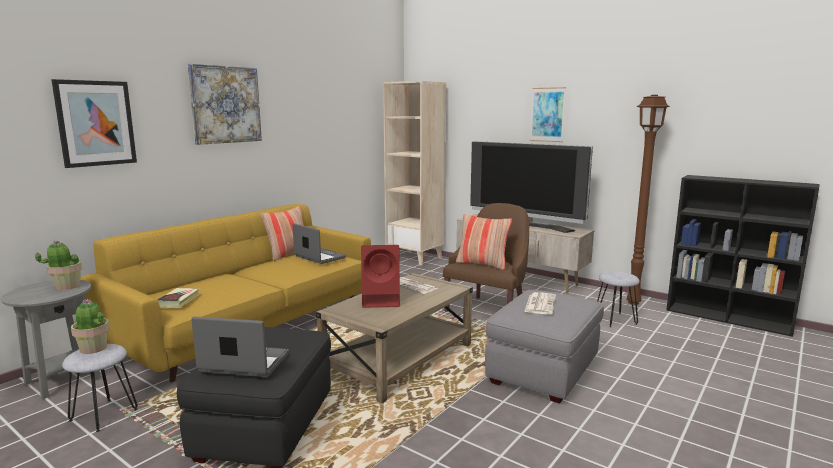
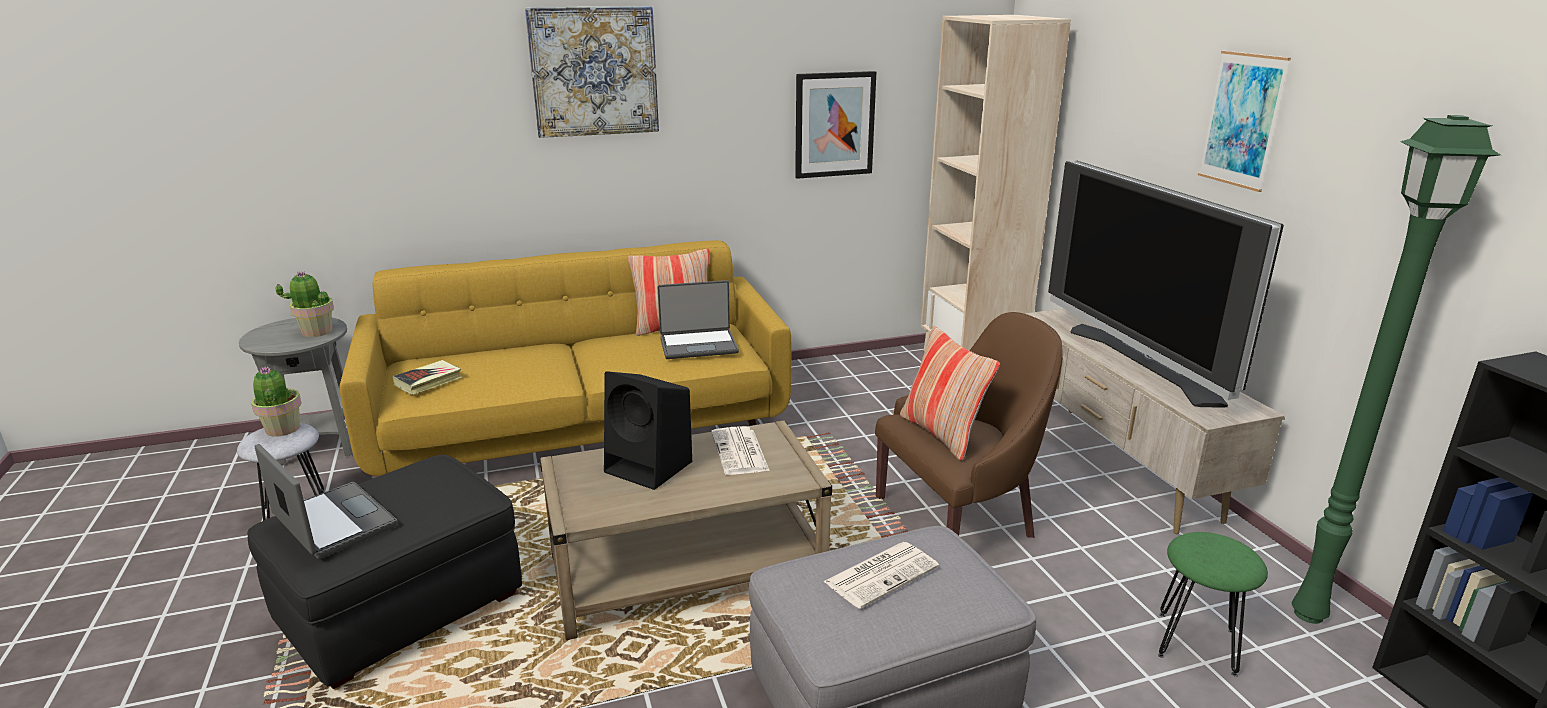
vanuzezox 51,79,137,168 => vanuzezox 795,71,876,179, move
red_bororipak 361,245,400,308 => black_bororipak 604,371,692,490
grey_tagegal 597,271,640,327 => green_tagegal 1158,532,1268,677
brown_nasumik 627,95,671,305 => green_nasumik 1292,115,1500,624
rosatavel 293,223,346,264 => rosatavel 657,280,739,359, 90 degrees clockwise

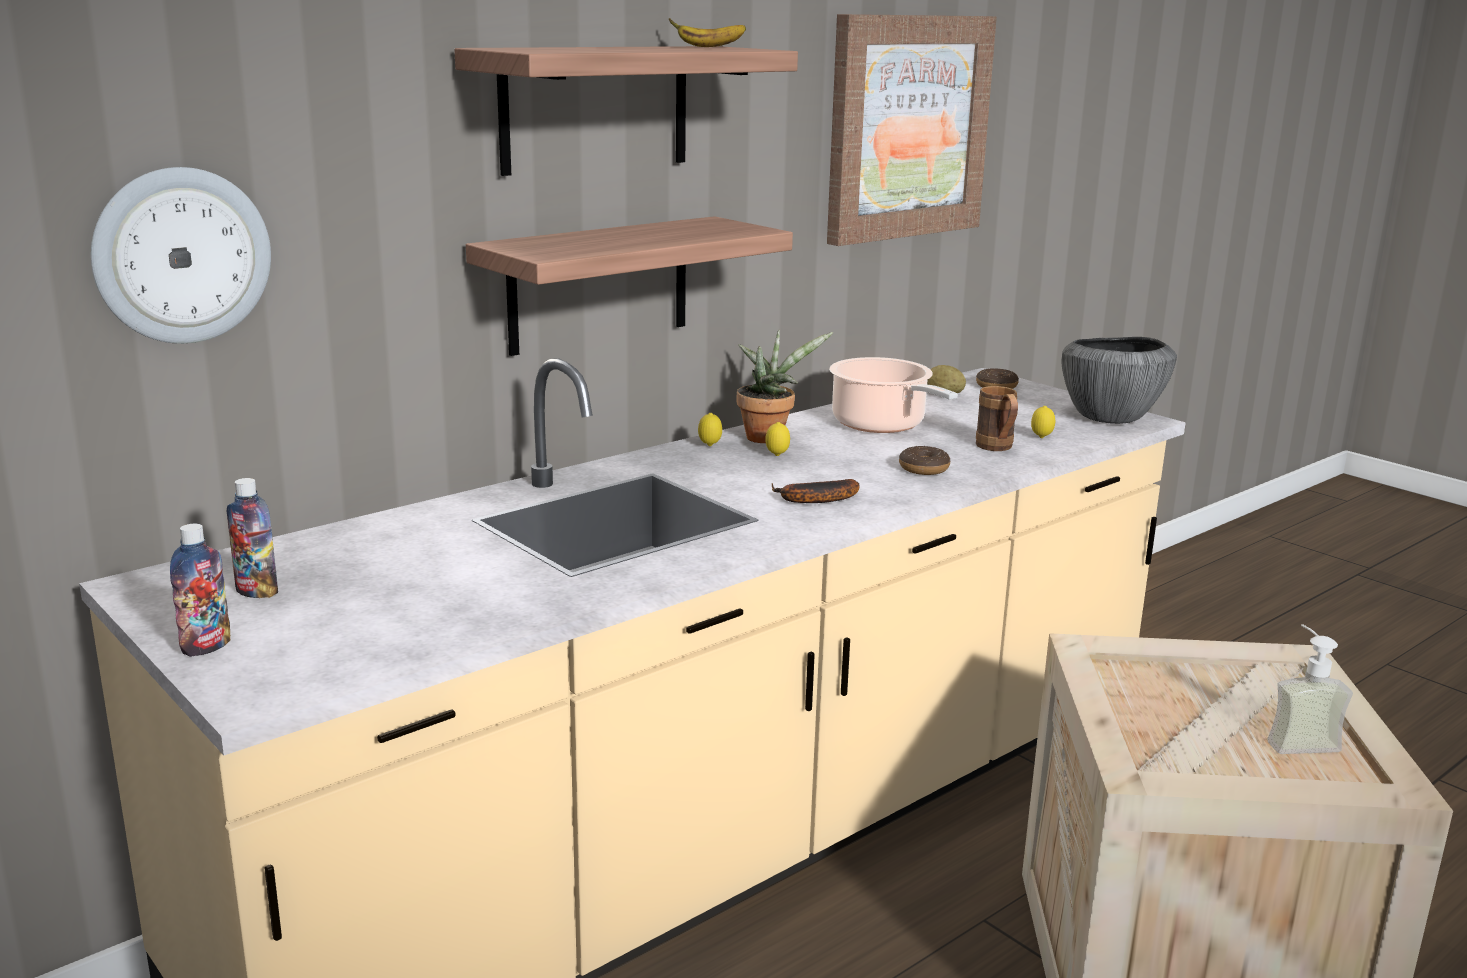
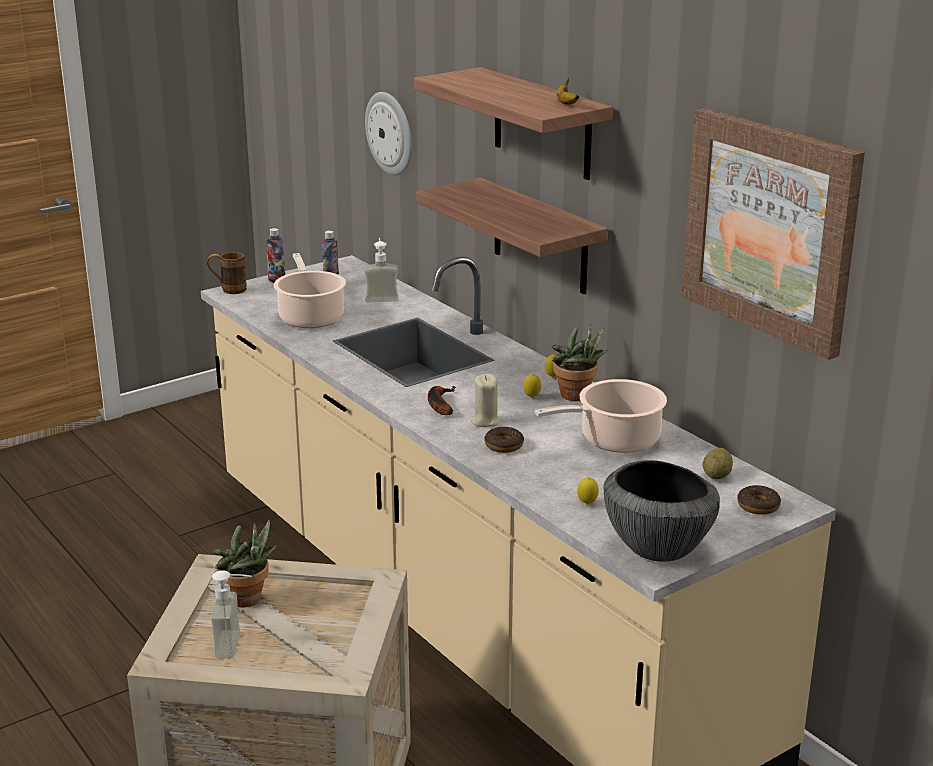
nothing => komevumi 213,519,278,607
nothing => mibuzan 274,253,346,328
nothing => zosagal 364,238,399,303
nothing => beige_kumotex 471,374,500,427
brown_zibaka 976,386,1018,451 => brown_zibaka 207,252,247,294, move

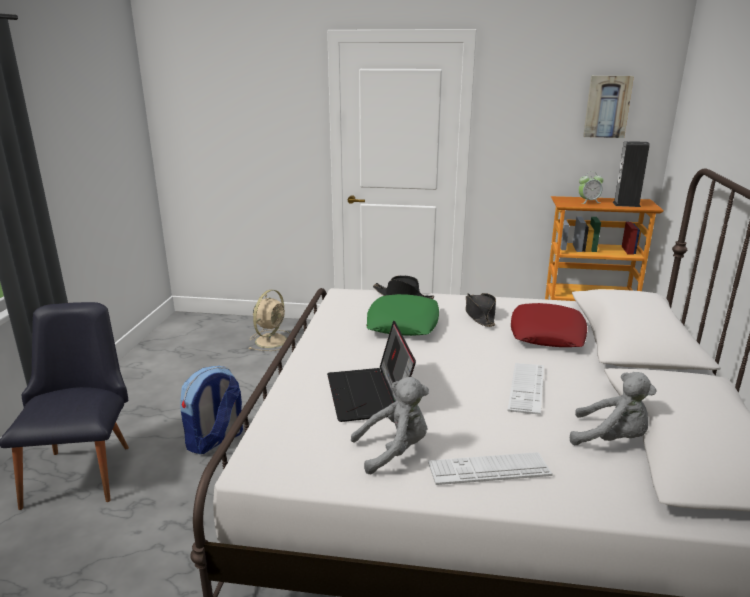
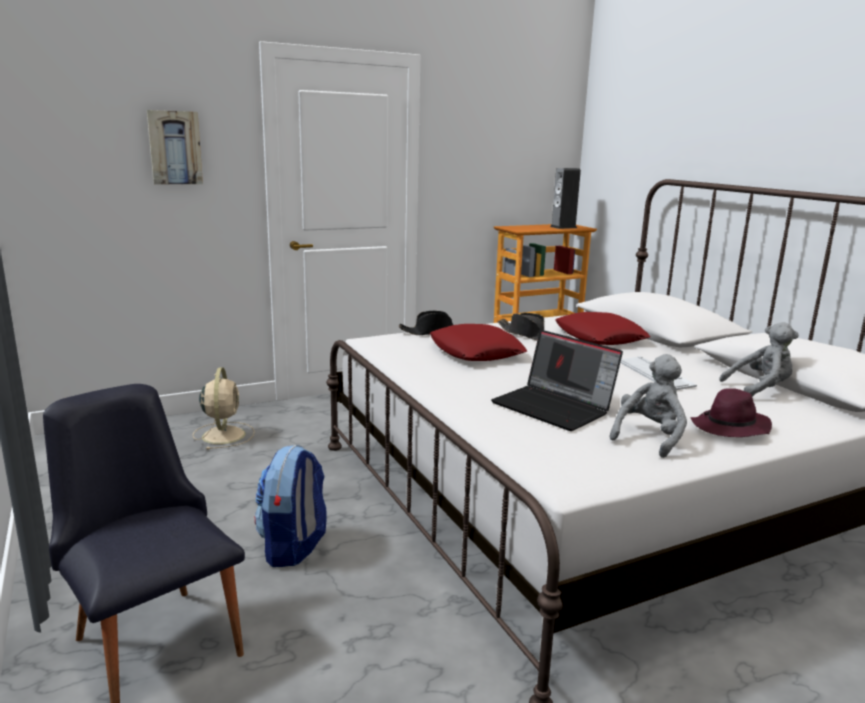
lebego 579,172,604,204 => nothing
vanuzezox 583,76,634,138 => vanuzezox 147,110,203,184, move
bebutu 428,452,553,485 => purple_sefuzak 691,388,772,437
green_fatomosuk 366,294,439,336 => red_fatomosuk 430,324,527,361

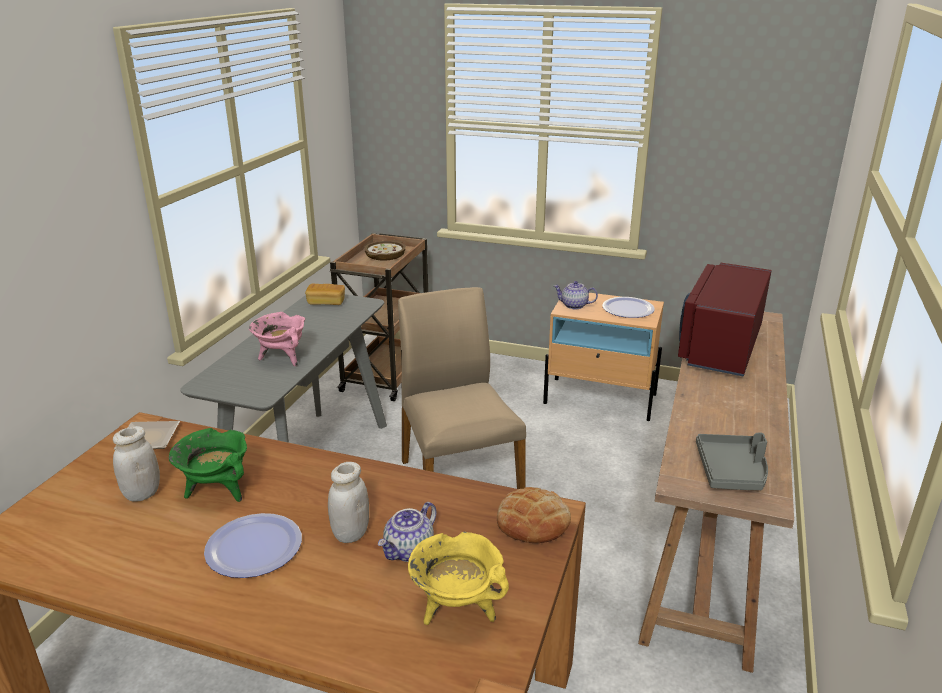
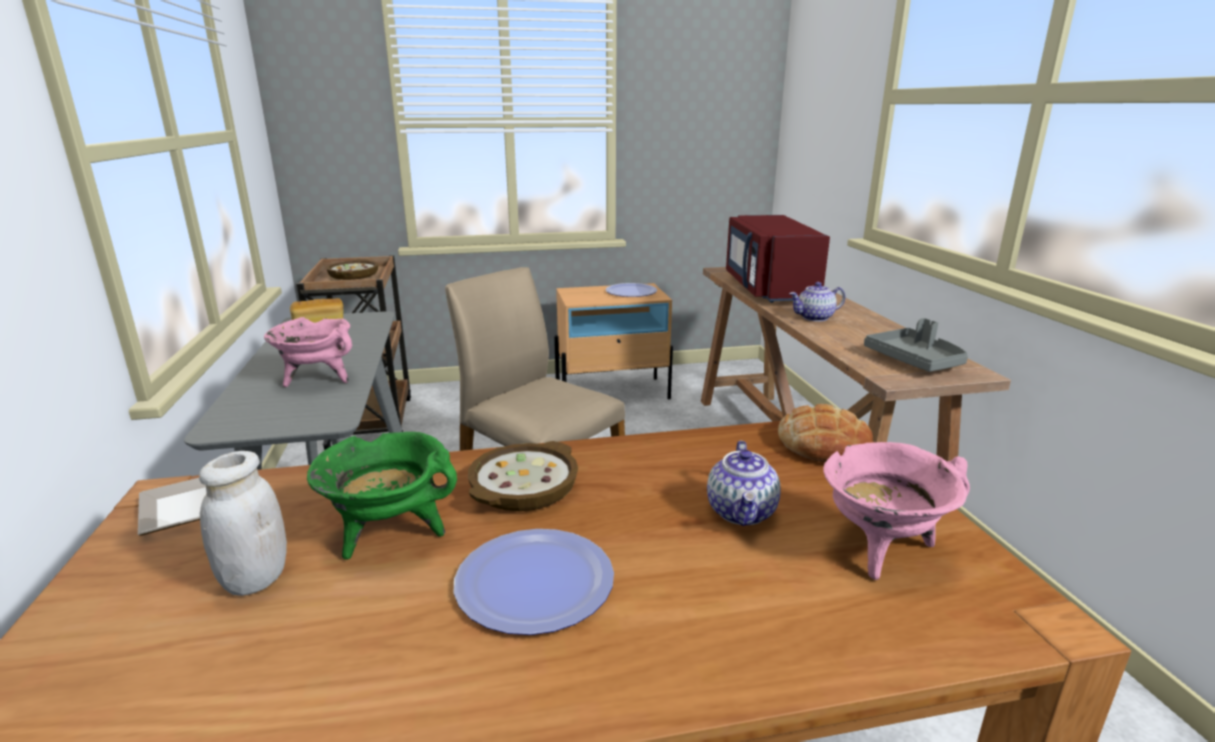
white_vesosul 328,462,369,543 => nothing
nothing => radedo 468,441,578,511
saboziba 554,281,598,309 => saboziba 789,282,846,322, move
yellow_mibuzan 408,531,509,625 => pink_mibuzan 824,442,970,580

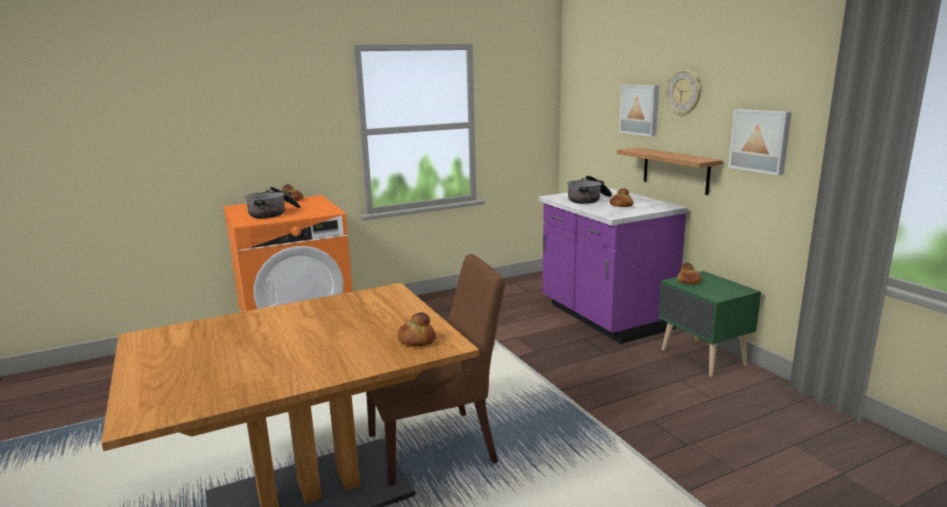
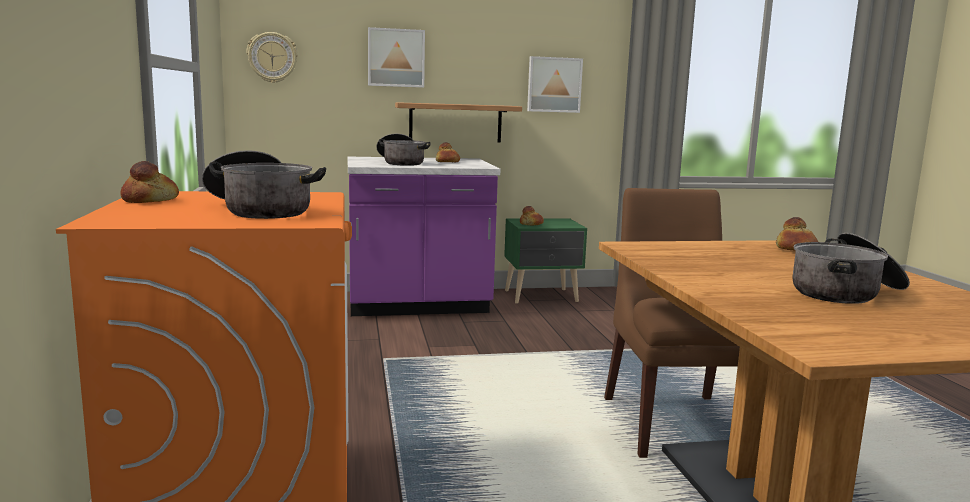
nothing => mibuzan 793,233,910,304
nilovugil 666,69,702,116 => nilovugil 247,32,298,83, move

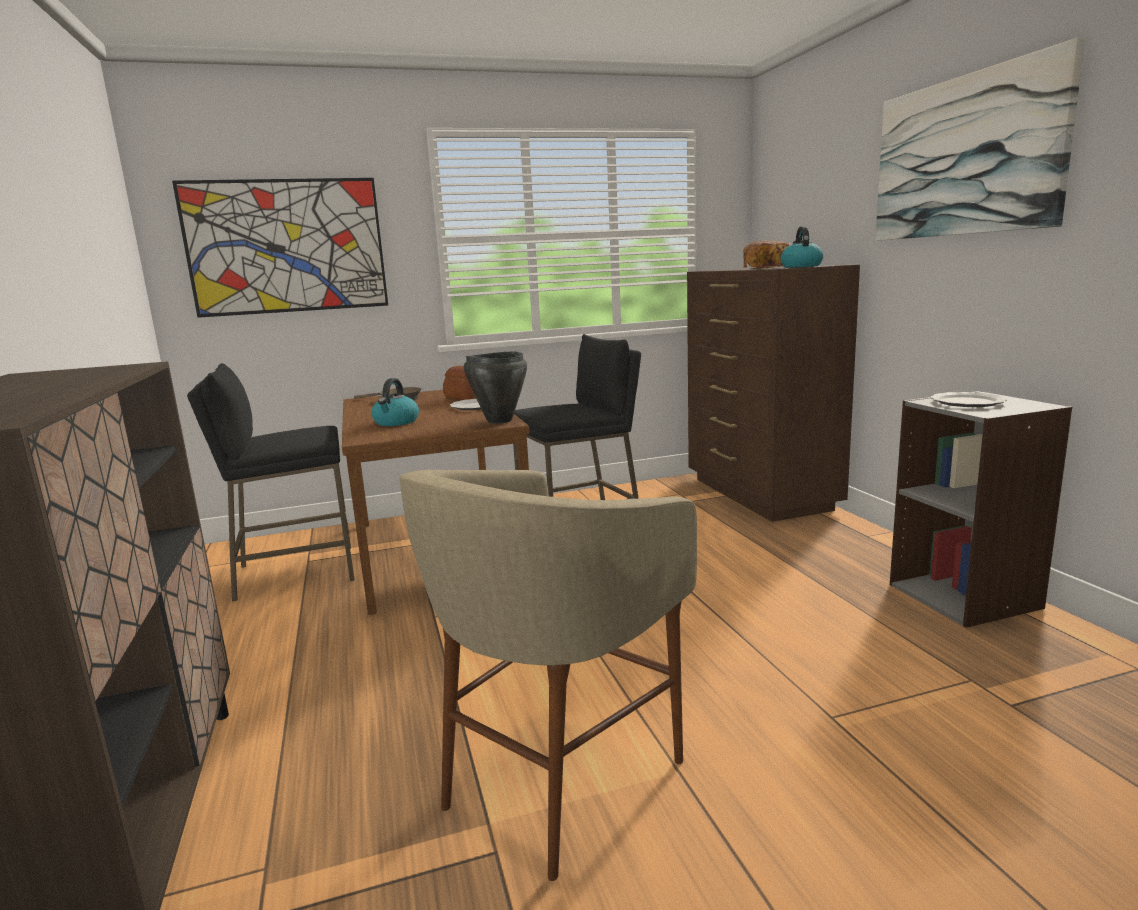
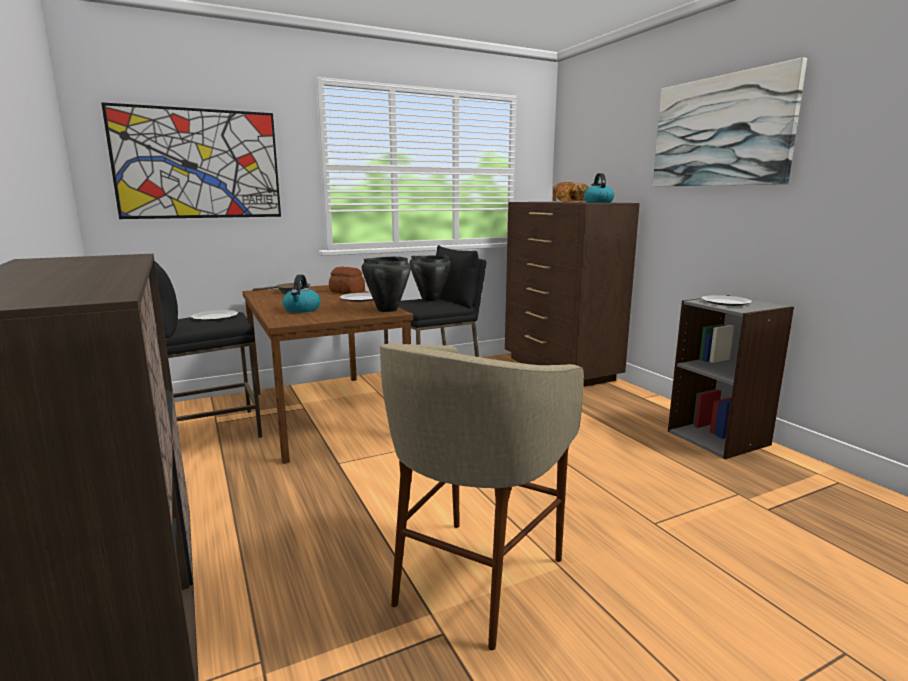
nothing => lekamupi 190,310,238,321
nothing => black_mibuzan 409,255,451,302

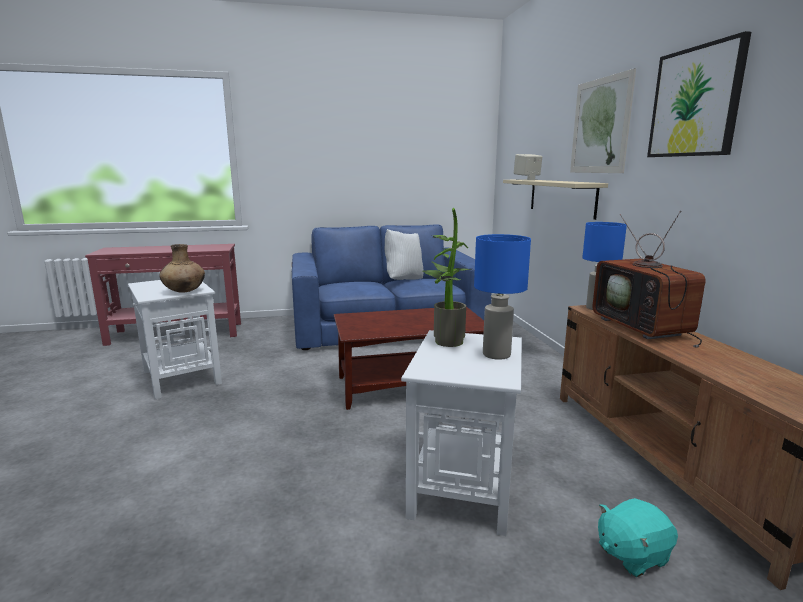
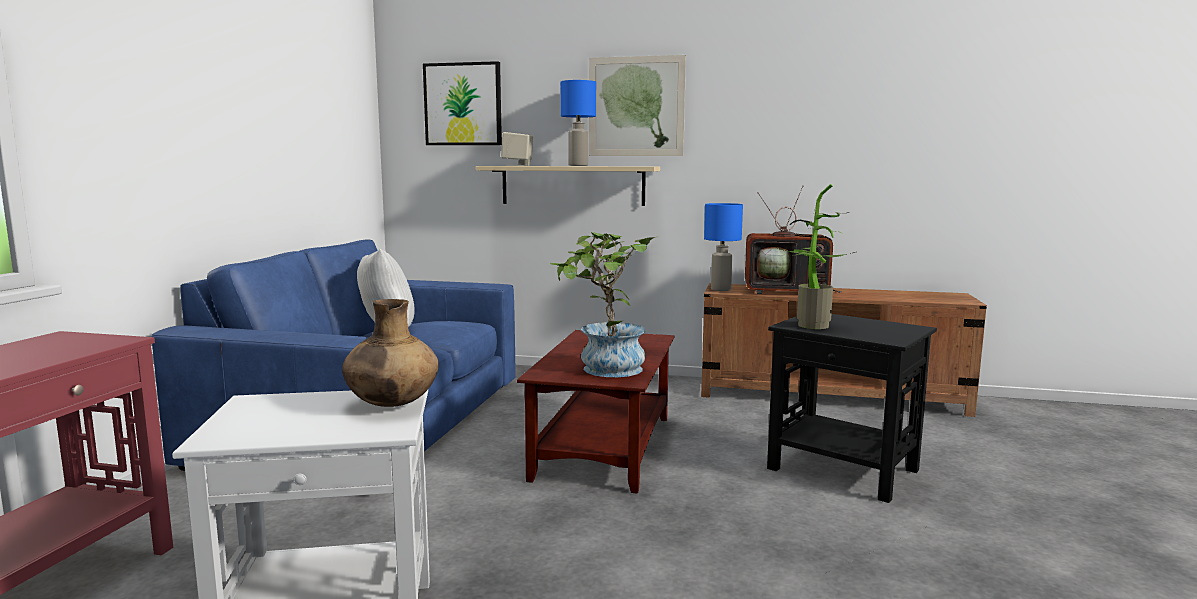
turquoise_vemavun 598,498,678,577 => nothing
nothing => komevumi 550,232,655,377
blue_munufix 474,234,531,360 => blue_munufix 561,80,596,166, move
vanuzezox 647,31,751,157 => vanuzezox 423,61,502,145, move
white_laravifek 401,330,522,536 => black_laravifek 767,314,937,503

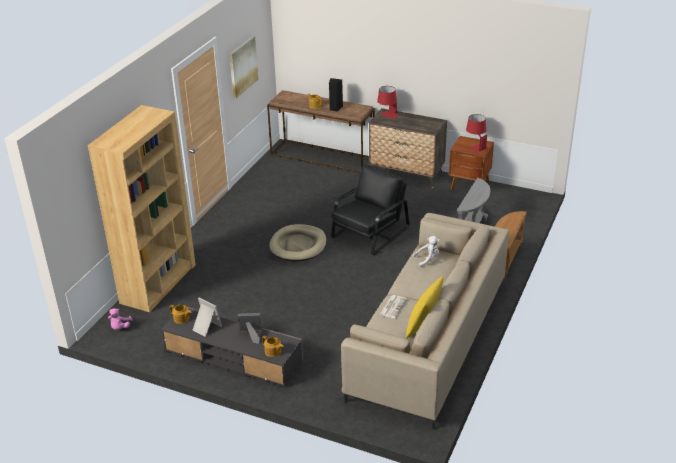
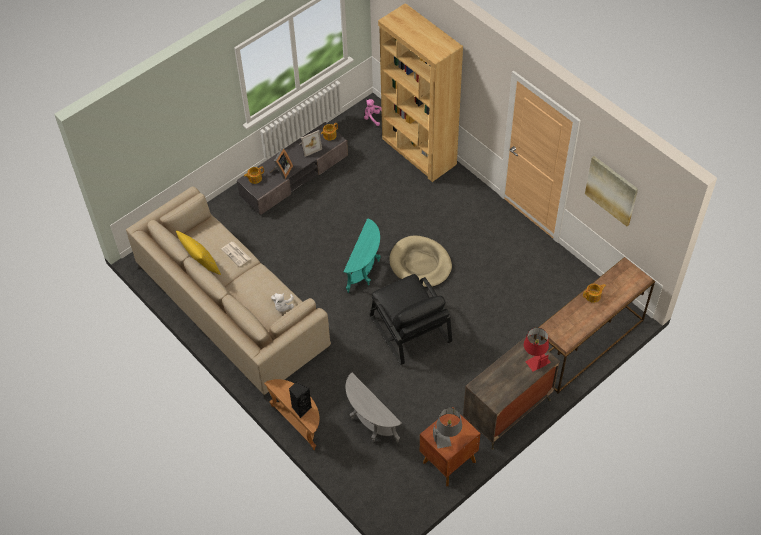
nothing => turquoise_laravifek 344,218,381,293
black_bororipak 329,78,343,111 => black_bororipak 289,382,312,418, move
red_munufix 466,114,489,153 => grey_munufix 433,408,462,449

